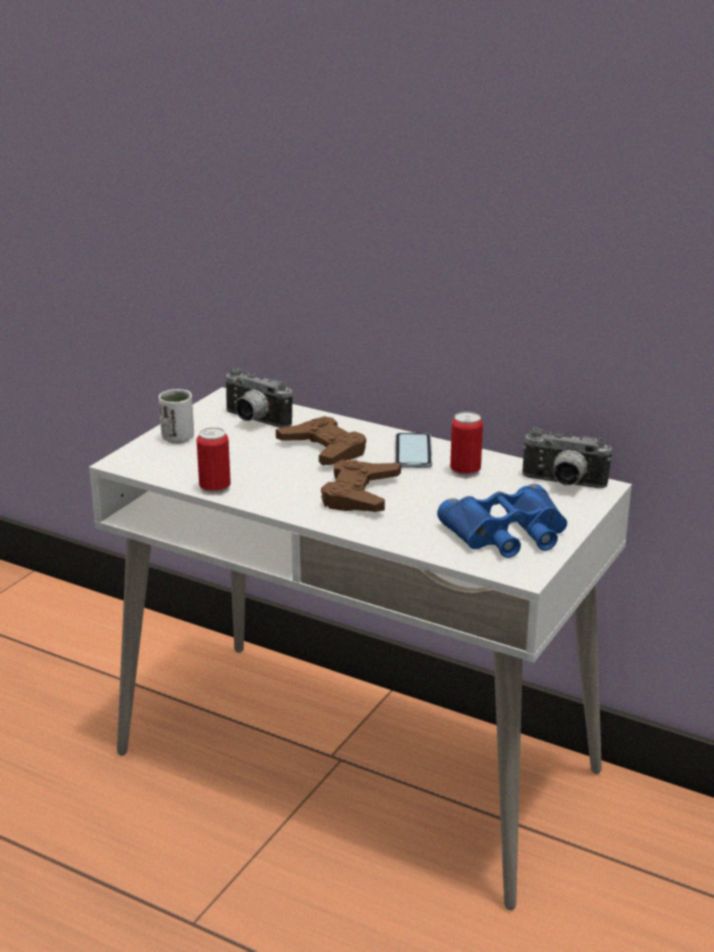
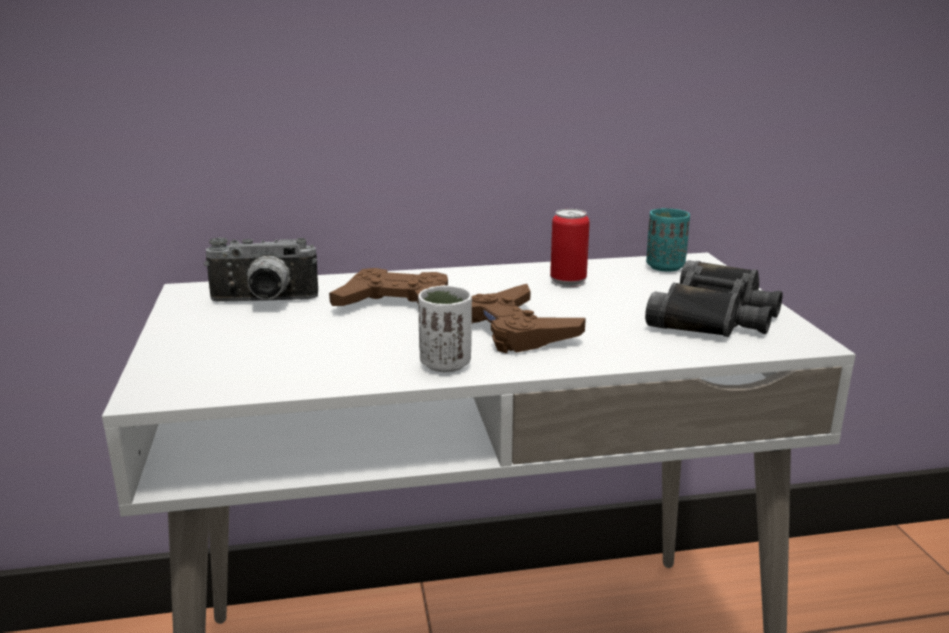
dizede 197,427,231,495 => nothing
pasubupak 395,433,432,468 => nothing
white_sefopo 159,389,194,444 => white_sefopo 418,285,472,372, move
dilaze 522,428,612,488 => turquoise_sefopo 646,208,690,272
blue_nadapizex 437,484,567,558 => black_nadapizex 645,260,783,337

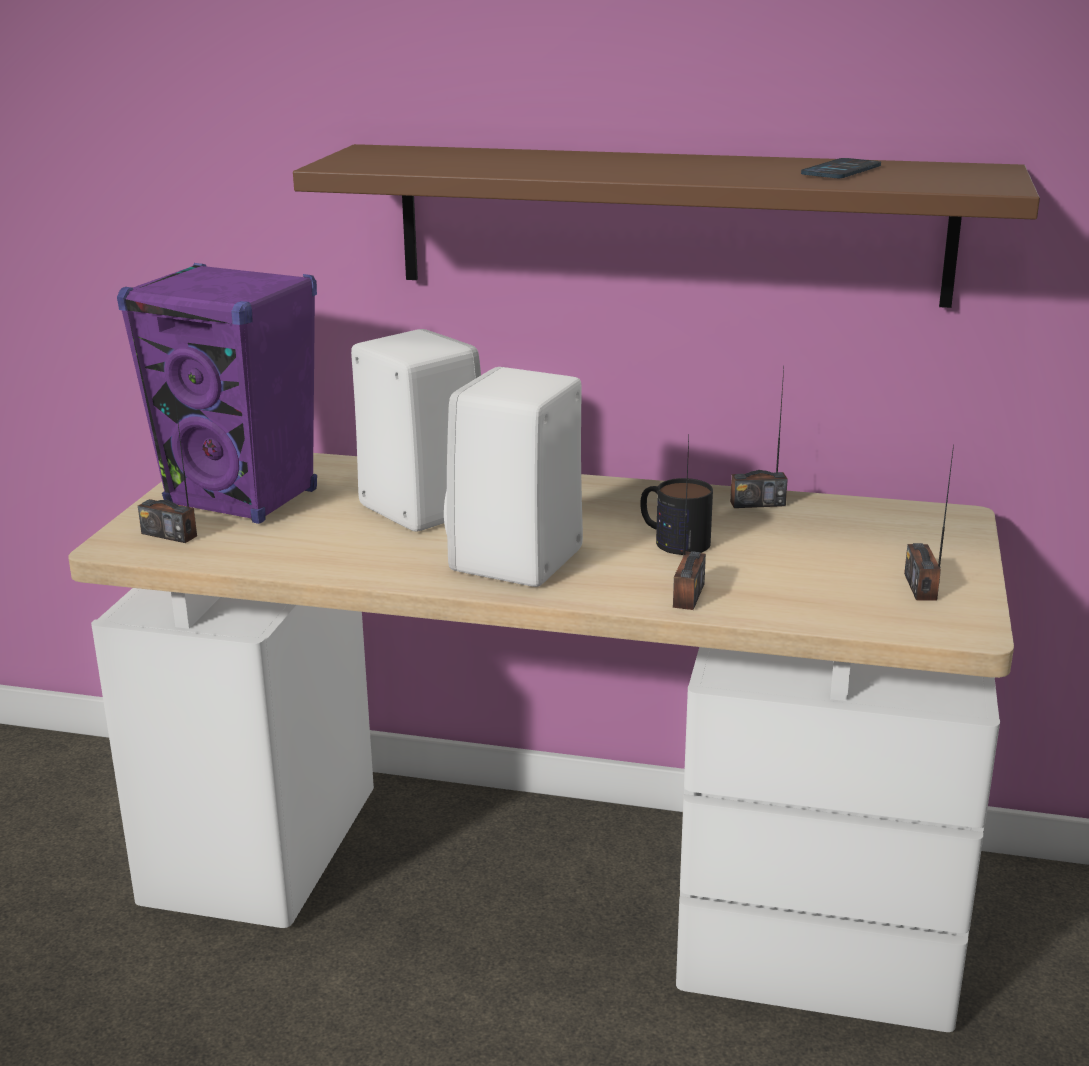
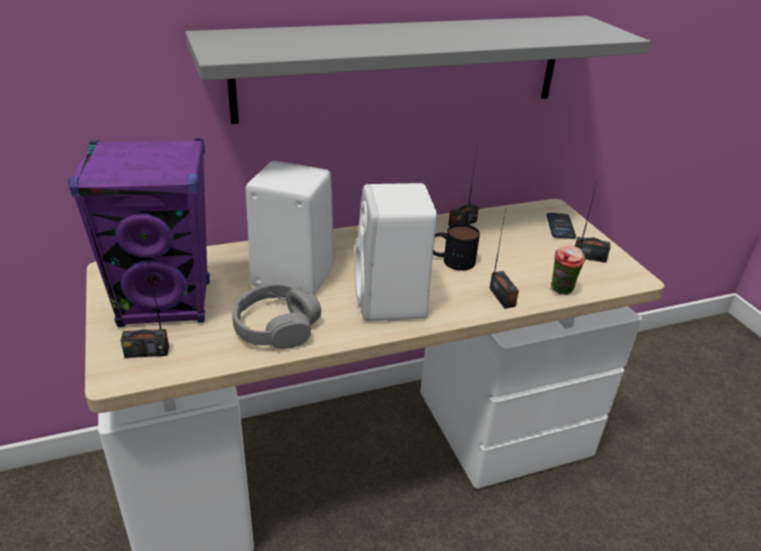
nothing => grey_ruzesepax 232,283,321,349
nothing => sefopo 551,245,585,295
pasubupak 801,158,881,178 => pasubupak 546,213,576,239, move
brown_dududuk 293,144,1040,308 => grey_dududuk 185,16,651,124
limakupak 904,444,954,601 => limakupak 575,180,610,263, 135 degrees clockwise

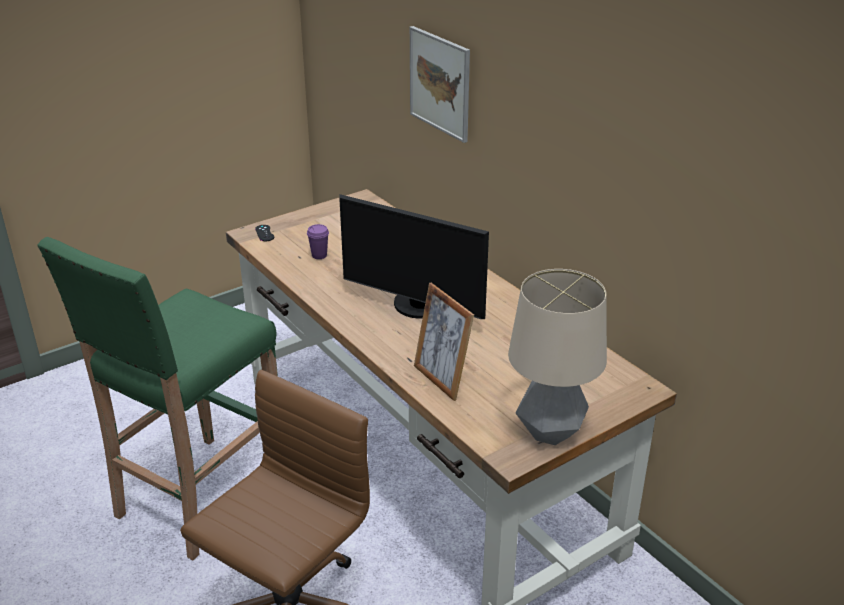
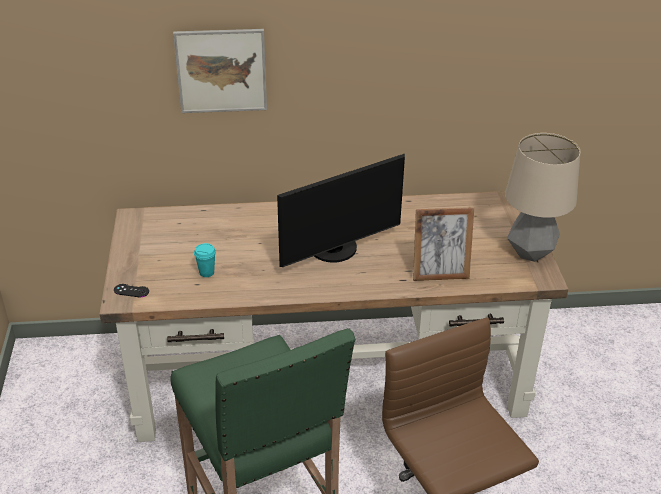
purple_sefopo 307,224,329,259 => turquoise_sefopo 194,243,216,277

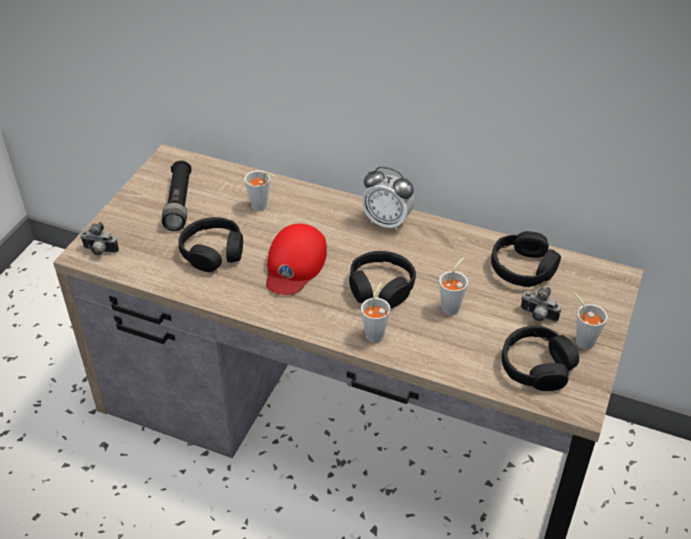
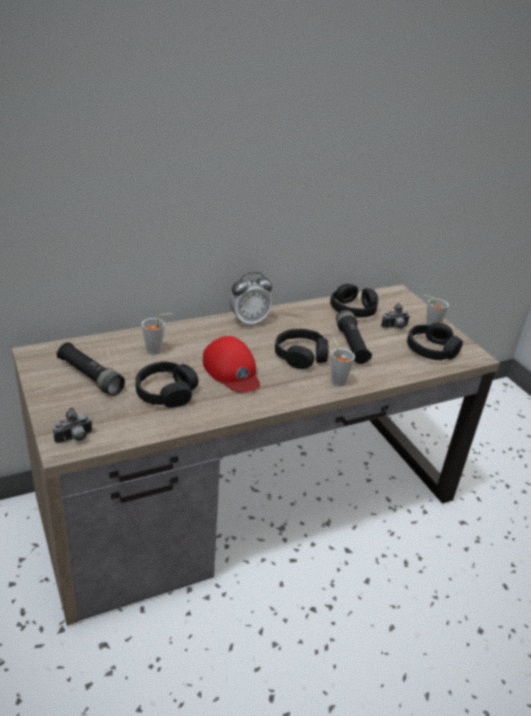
grey_sefopo 439,258,468,315 => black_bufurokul 336,310,372,364

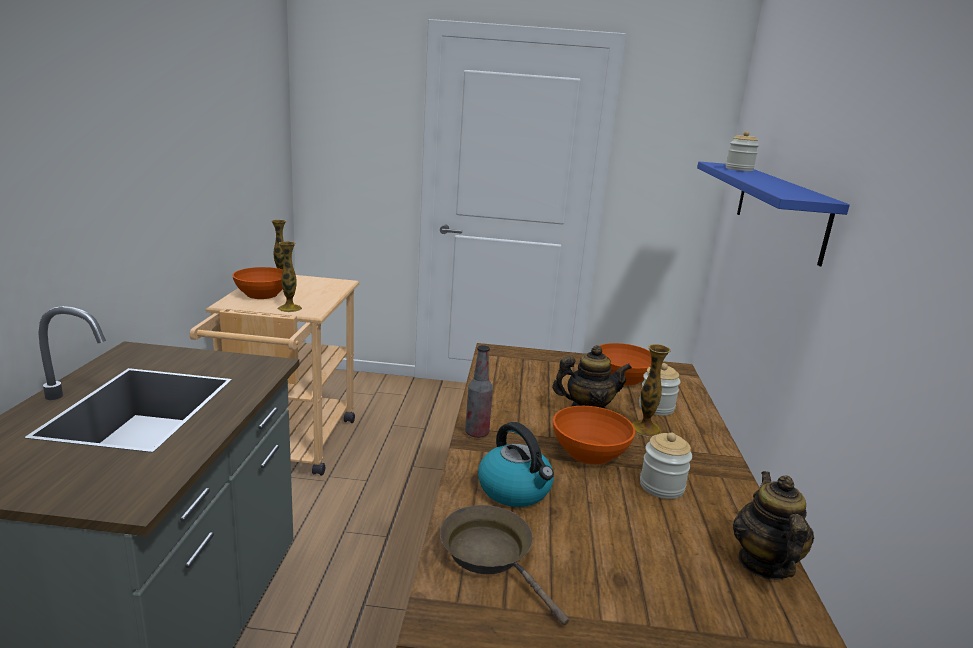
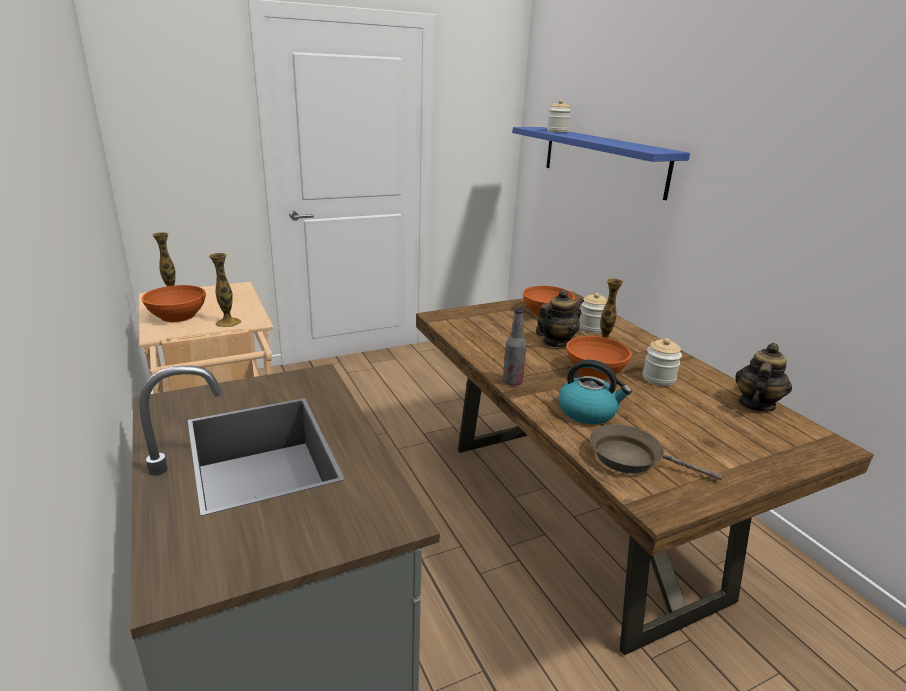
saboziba 733,471,814,580 => saboziba 735,343,792,412, 60 degrees clockwise

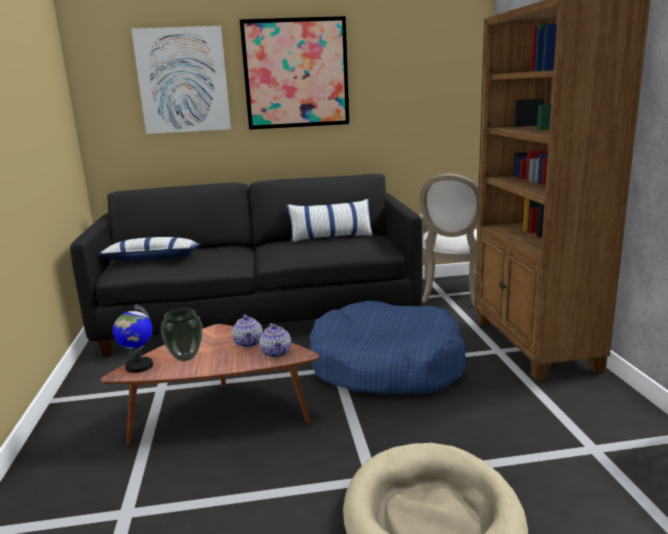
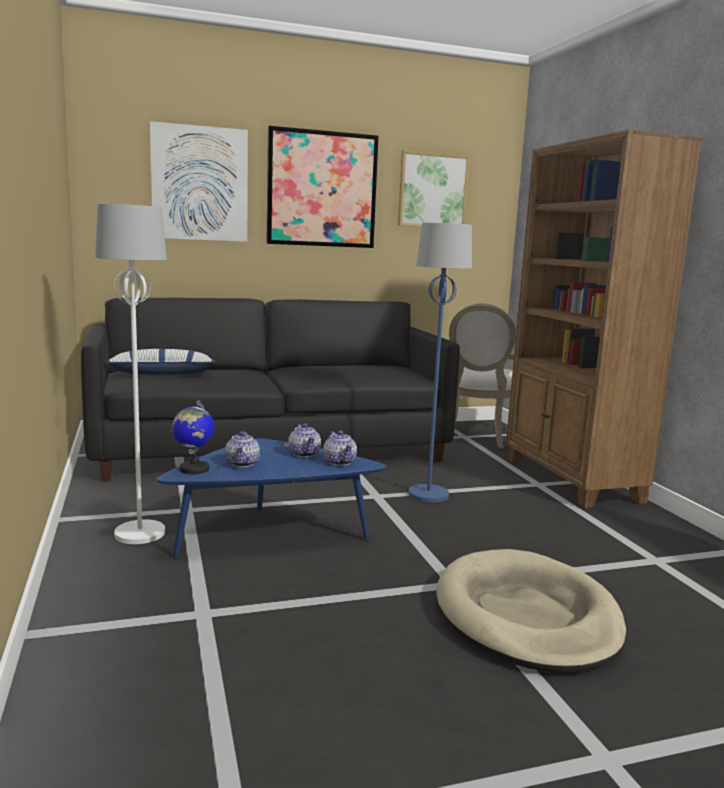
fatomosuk 286,198,374,244 => nothing
nothing => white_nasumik 95,204,167,544
nothing => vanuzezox 398,151,470,227
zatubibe 161,307,203,361 => saboziba 225,431,260,467
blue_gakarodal 309,301,466,394 => blue_nasumik 408,223,472,503
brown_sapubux 100,324,319,446 => blue_sapubux 156,438,386,559

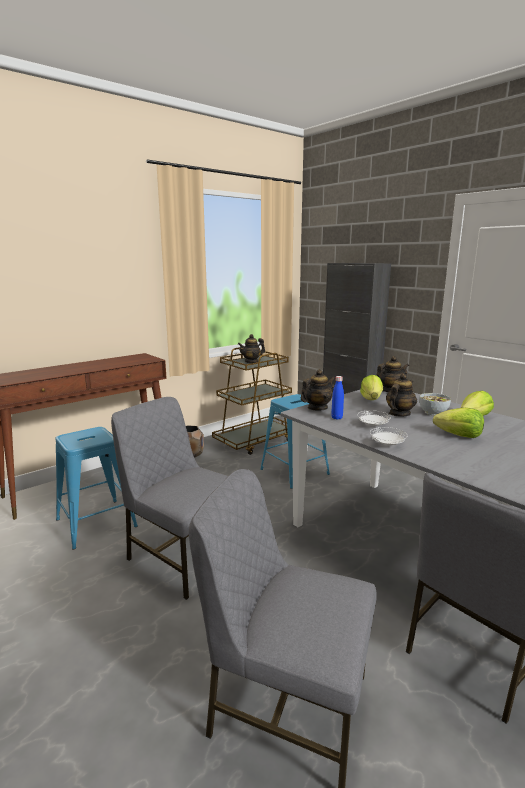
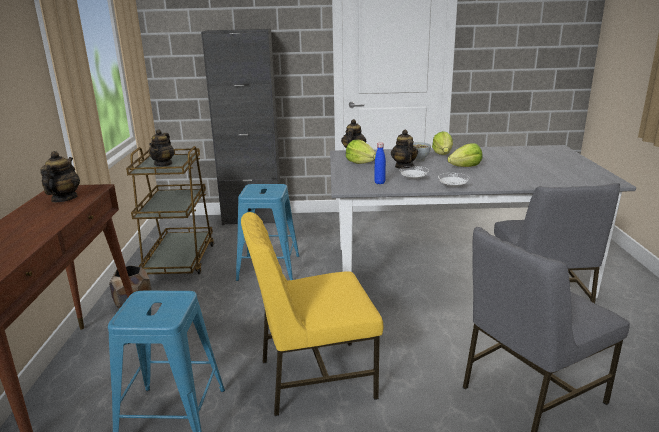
saboziba 301,369,336,410 => saboziba 40,151,80,202, move
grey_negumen 111,397,228,600 => yellow_negumen 241,212,384,416

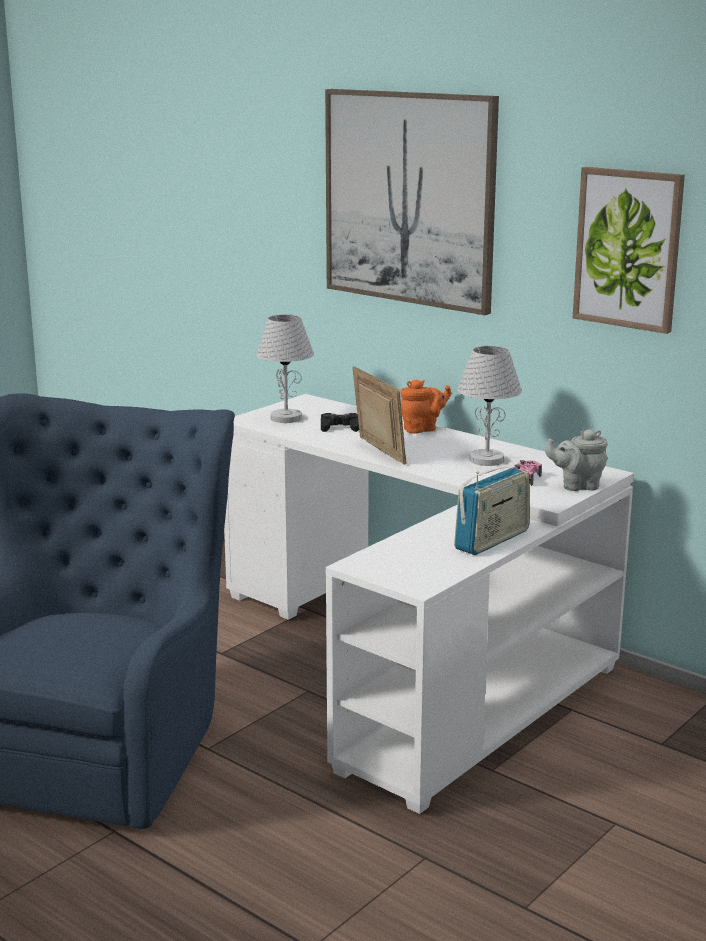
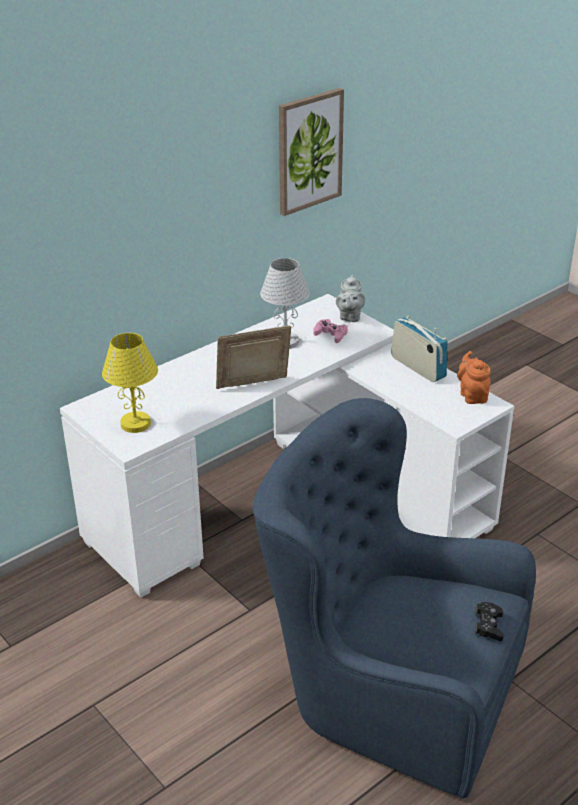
vanuzezox 325,89,499,315 => nothing
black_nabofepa 321,413,359,432 => black_nabofepa 475,602,504,641, move
orange_saboziba 400,379,451,433 => orange_saboziba 457,351,491,404, move
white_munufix 256,314,314,423 => yellow_munufix 102,333,158,433

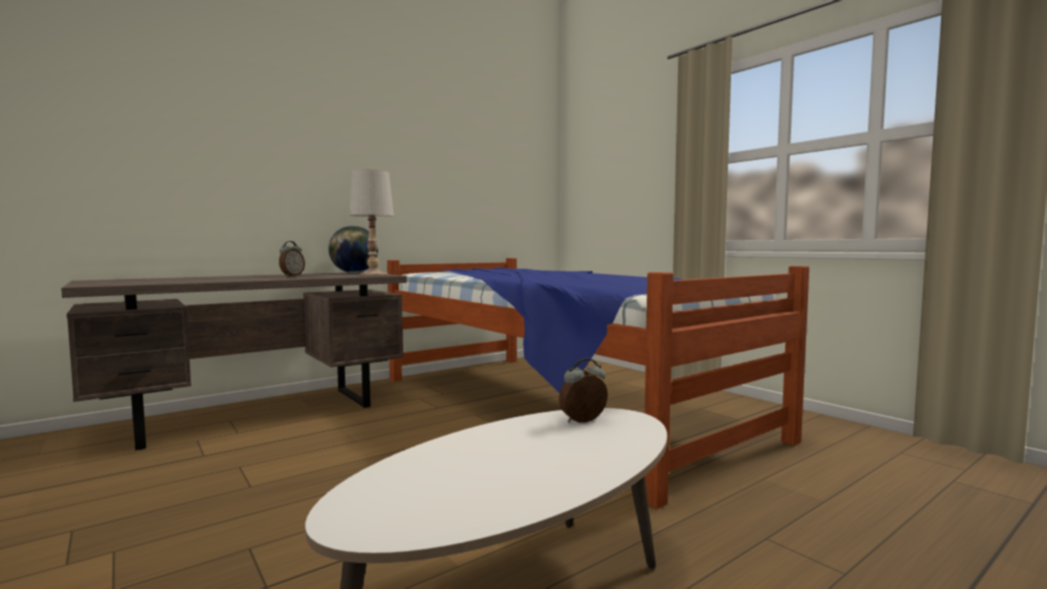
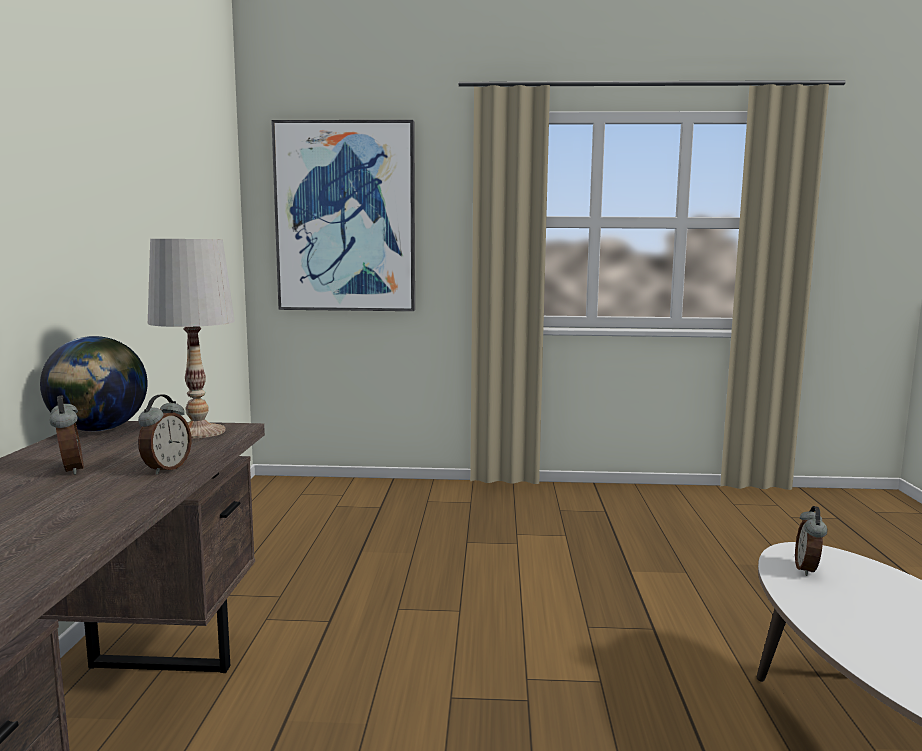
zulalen 387,258,809,509 => nothing
nothing => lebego 138,395,192,475
nothing => vanuzezox 271,120,415,311

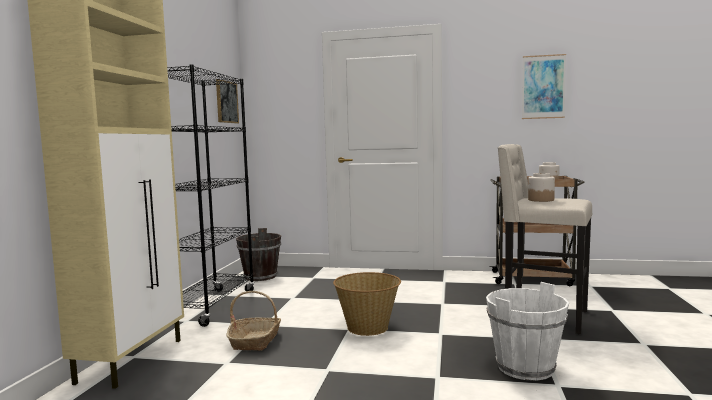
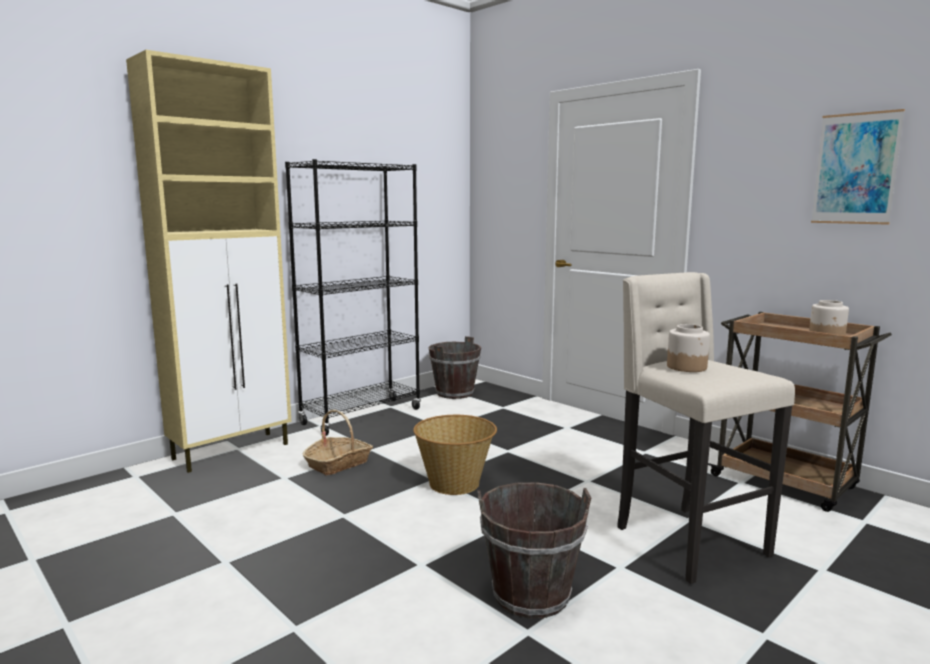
vanuzezox 216,79,239,124 => nothing
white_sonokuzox 486,282,569,381 => brown_sonokuzox 477,482,591,619

